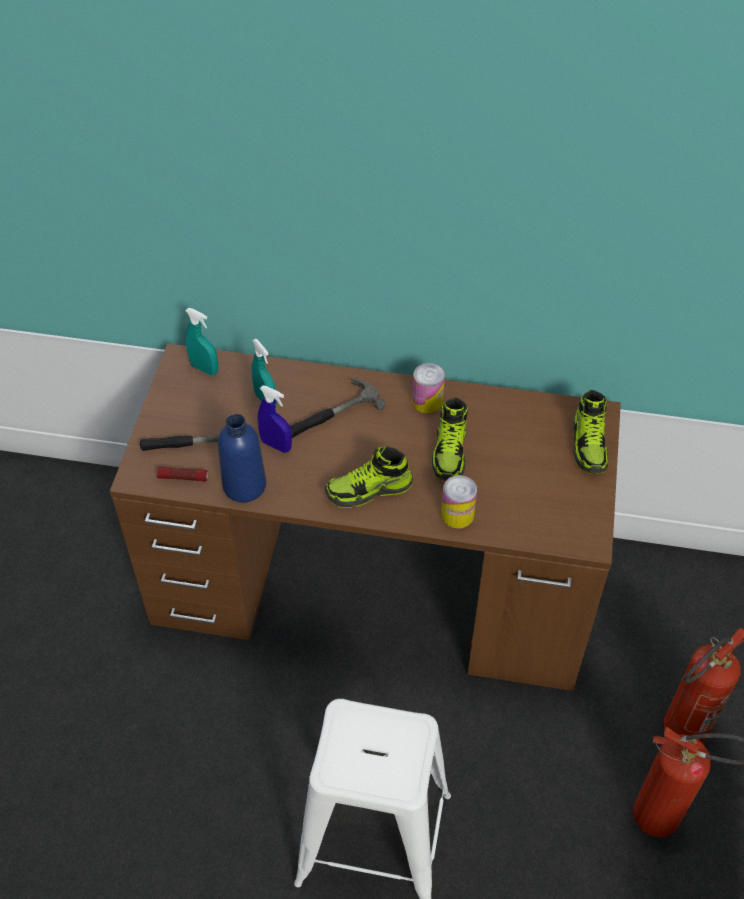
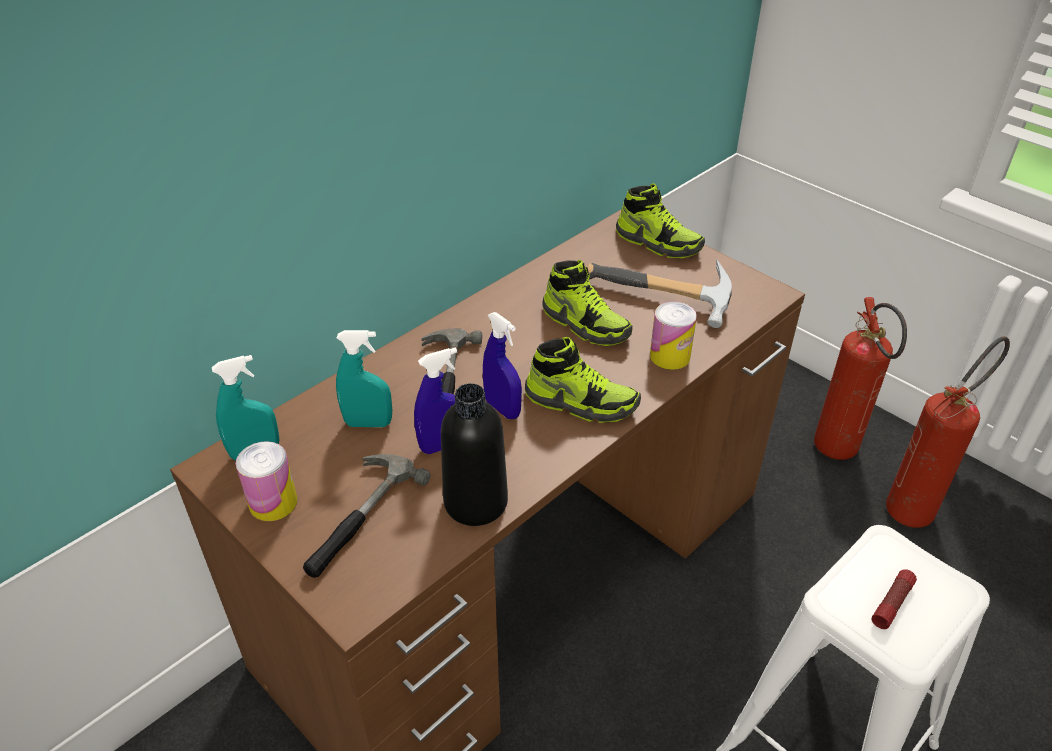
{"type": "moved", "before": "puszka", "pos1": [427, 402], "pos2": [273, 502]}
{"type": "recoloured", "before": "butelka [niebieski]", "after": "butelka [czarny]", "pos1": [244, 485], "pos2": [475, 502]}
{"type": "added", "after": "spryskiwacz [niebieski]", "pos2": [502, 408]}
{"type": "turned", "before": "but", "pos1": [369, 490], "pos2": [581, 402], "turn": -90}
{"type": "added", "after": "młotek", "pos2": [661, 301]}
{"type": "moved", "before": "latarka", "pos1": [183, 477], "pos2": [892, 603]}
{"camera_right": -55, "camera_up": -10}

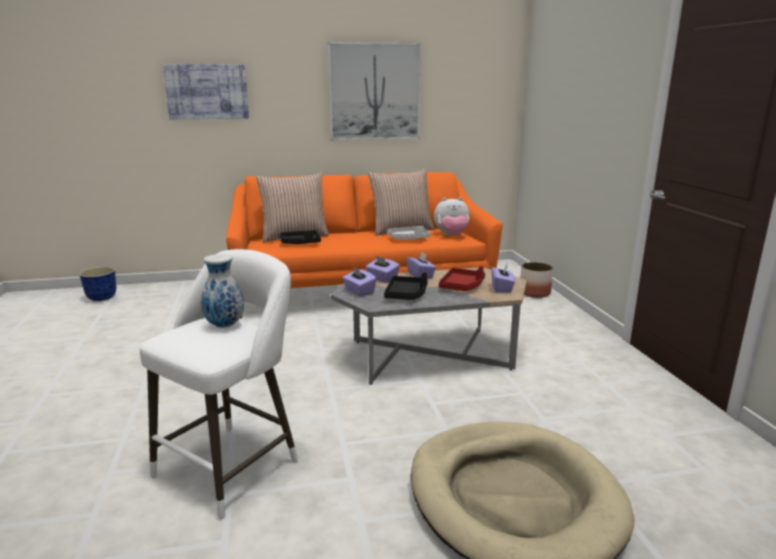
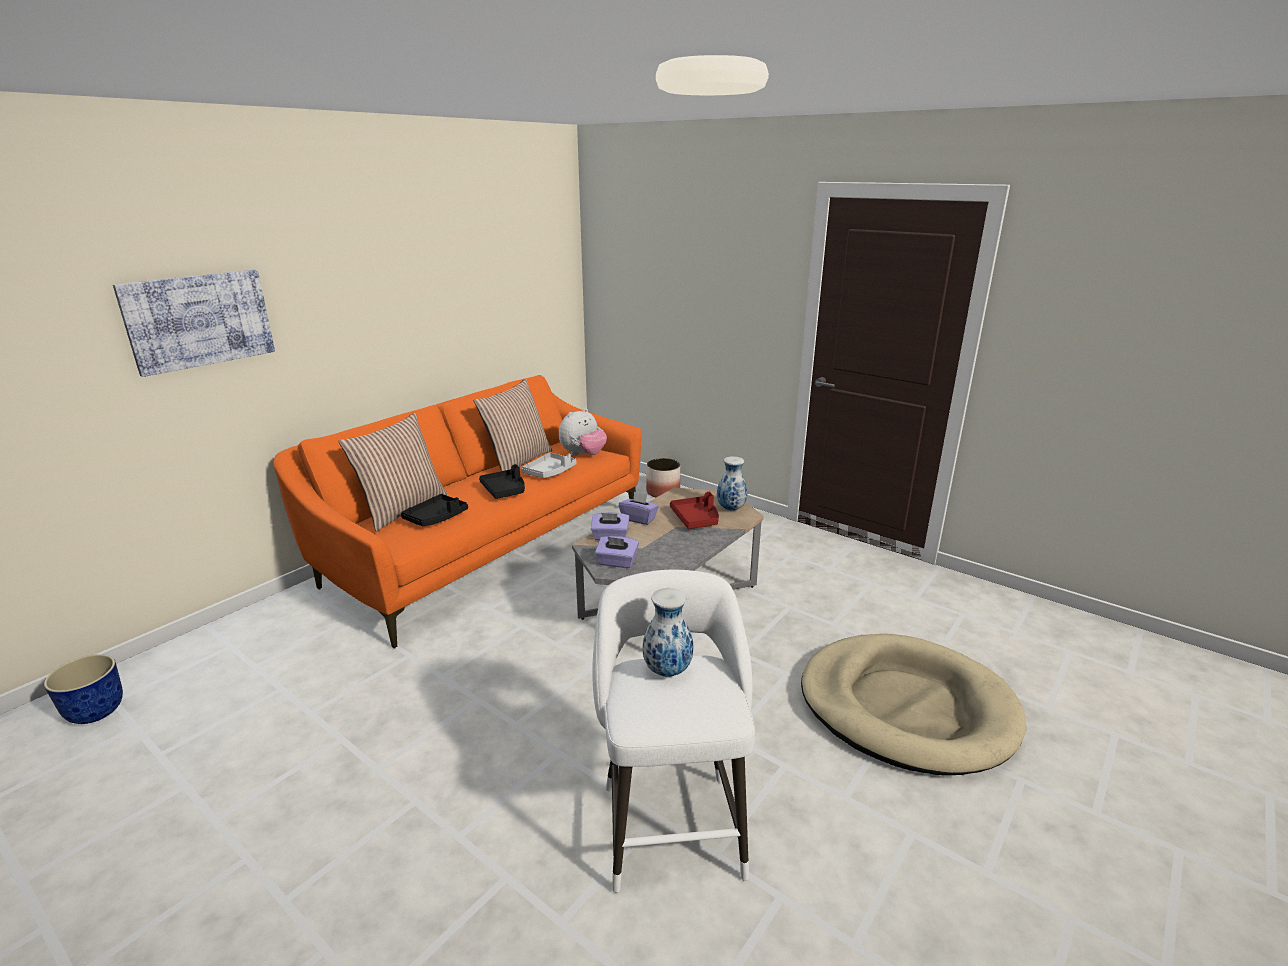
{"type": "moved", "before": "taca [czarny]", "pos1": [406, 295], "pos2": [505, 490]}
{"type": "replaced", "before": "pudełko chusteczek [fioletowy]", "after": "wazon", "pos1": [502, 288], "pos2": [730, 509]}
{"type": "removed", "before": "obraz", "pos1": [374, 92]}
{"camera_right": -40, "camera_up": 5}

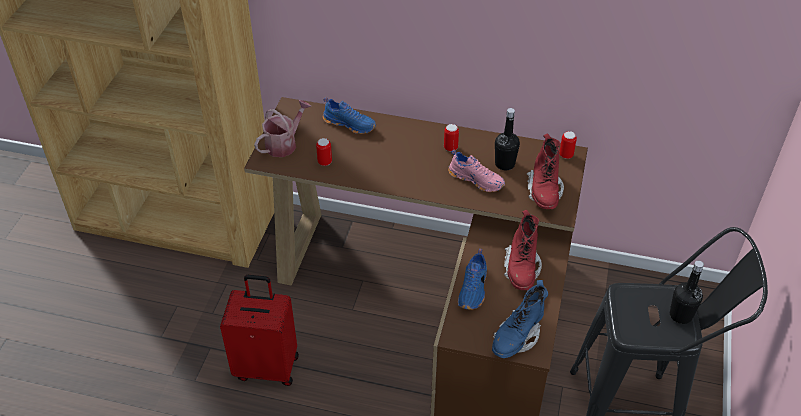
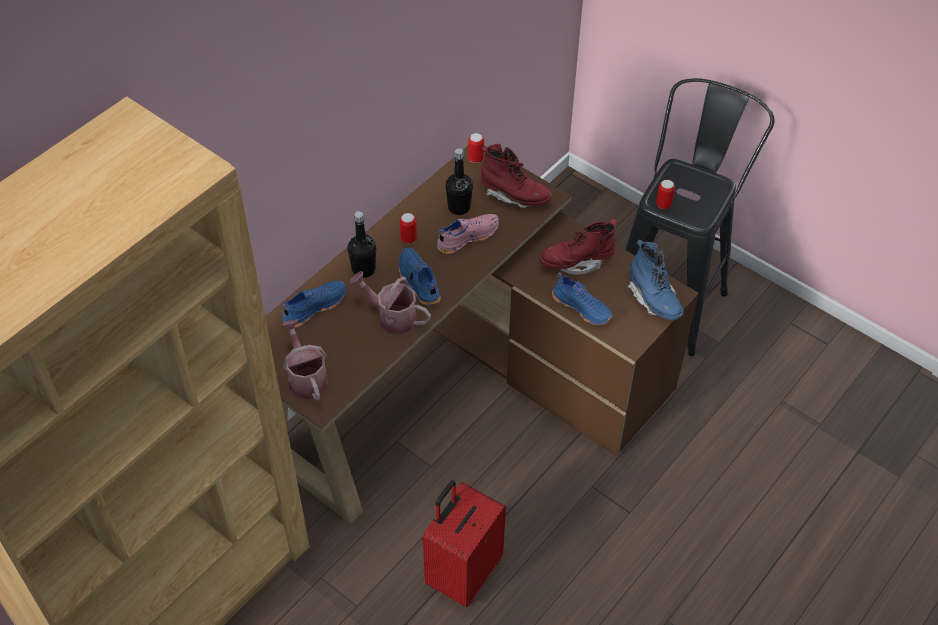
{"type": "moved", "before": "butelka [czarny]", "pos1": [680, 315], "pos2": [363, 269]}
{"type": "added", "after": "konewka", "pos2": [392, 317]}
{"type": "added", "after": "but [niebieski]", "pos2": [418, 282]}
{"type": "turned", "before": "but z cholewką [czerwony]", "pos1": [521, 269], "pos2": [576, 262], "turn": 135}
{"type": "moved", "before": "puszka", "pos1": [325, 162], "pos2": [663, 205]}
{"camera_right": -65, "camera_up": 5}

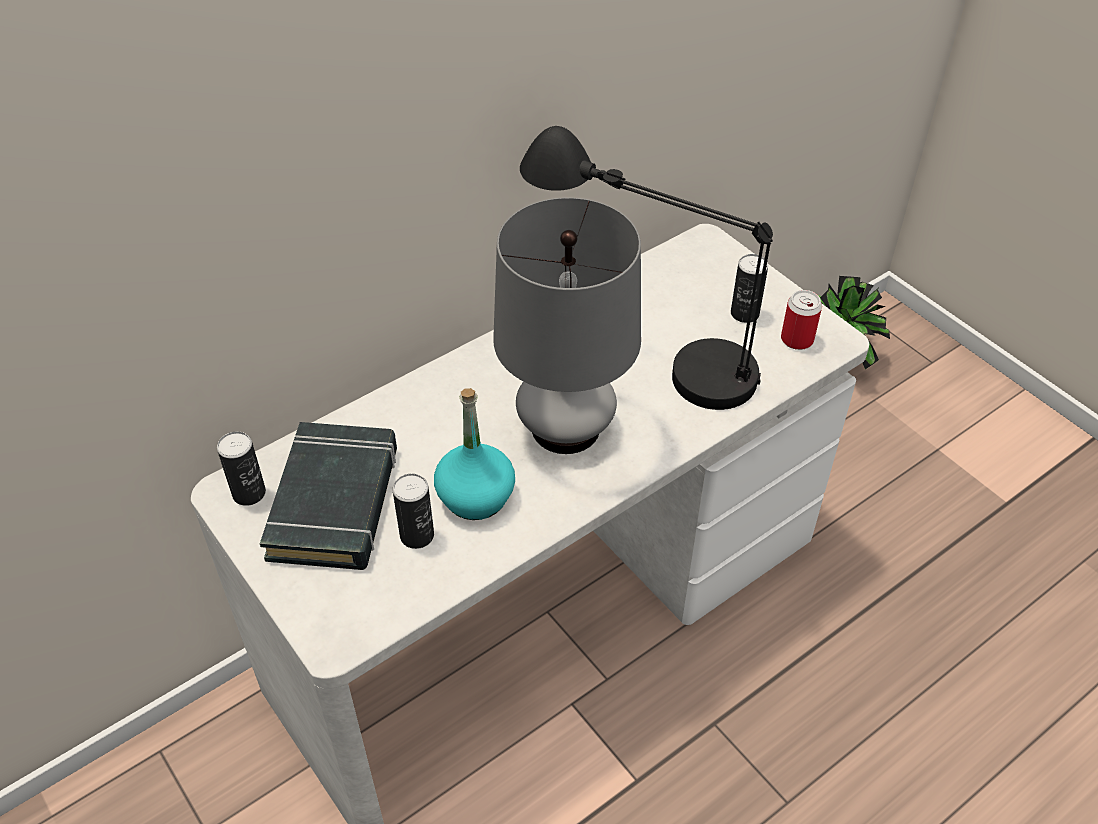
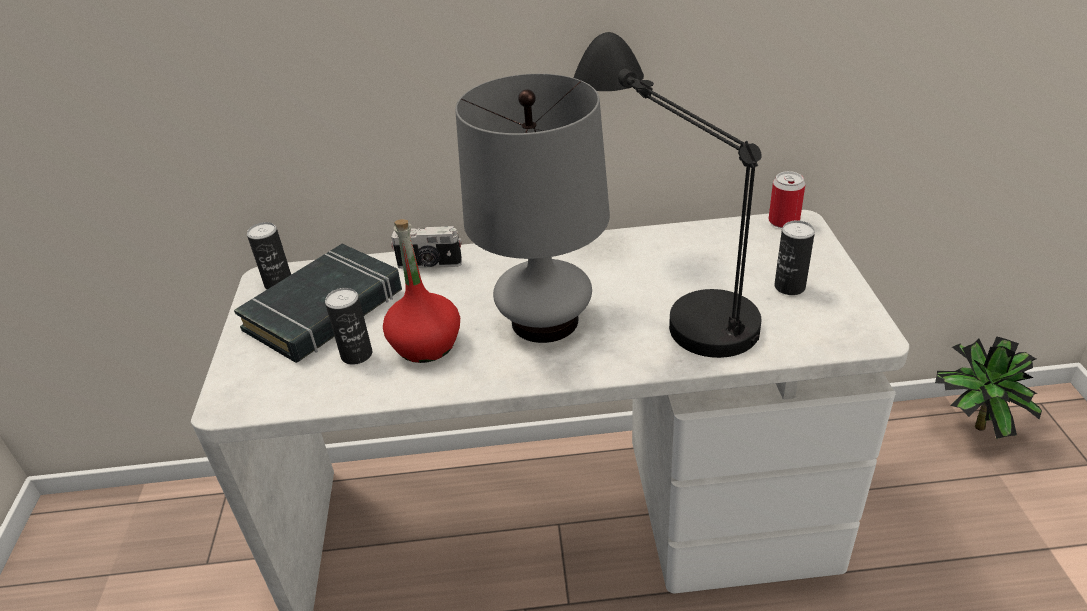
{"type": "recoloured", "before": "butelka [turkusowy]", "after": "butelka [czerwony]", "pos1": [475, 496], "pos2": [425, 344]}
{"type": "added", "after": "aparat fotograficzny", "pos2": [429, 265]}
{"type": "moved", "before": "puszka", "pos1": [797, 339], "pos2": [783, 221]}
{"camera_right": 35, "camera_up": -10}

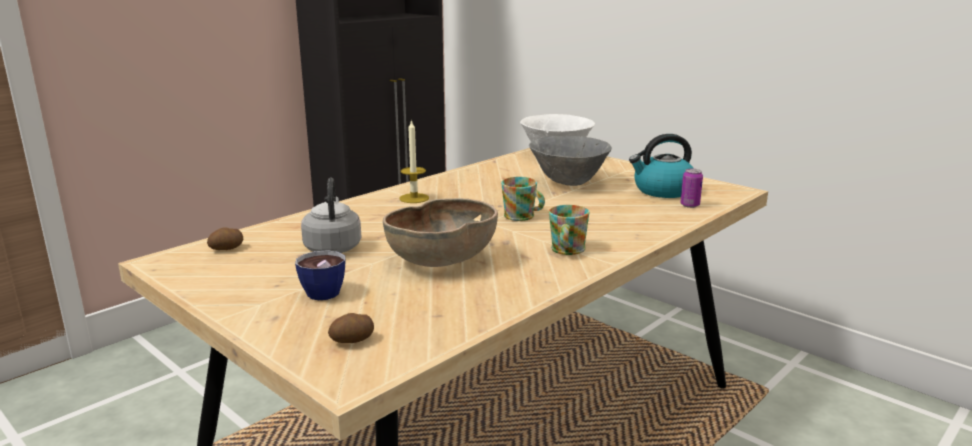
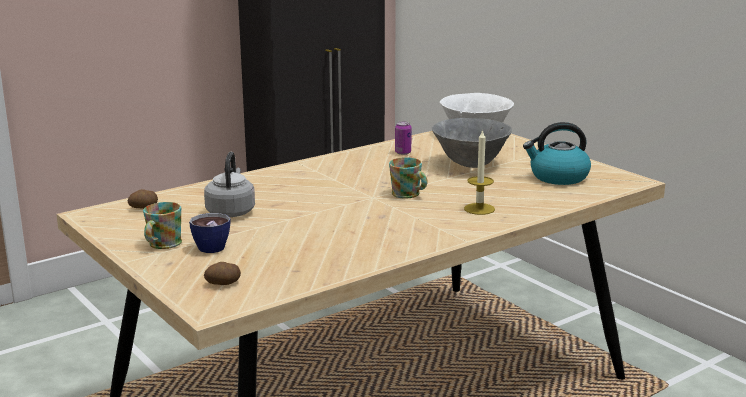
{"type": "moved", "before": "kubek", "pos1": [566, 250], "pos2": [162, 245]}
{"type": "moved", "before": "puszka", "pos1": [689, 205], "pos2": [403, 153]}
{"type": "moved", "before": "świeca", "pos1": [414, 198], "pos2": [479, 209]}
{"type": "removed", "before": "miska [brązowy]", "pos1": [442, 261]}
{"camera_right": 10, "camera_up": 0}

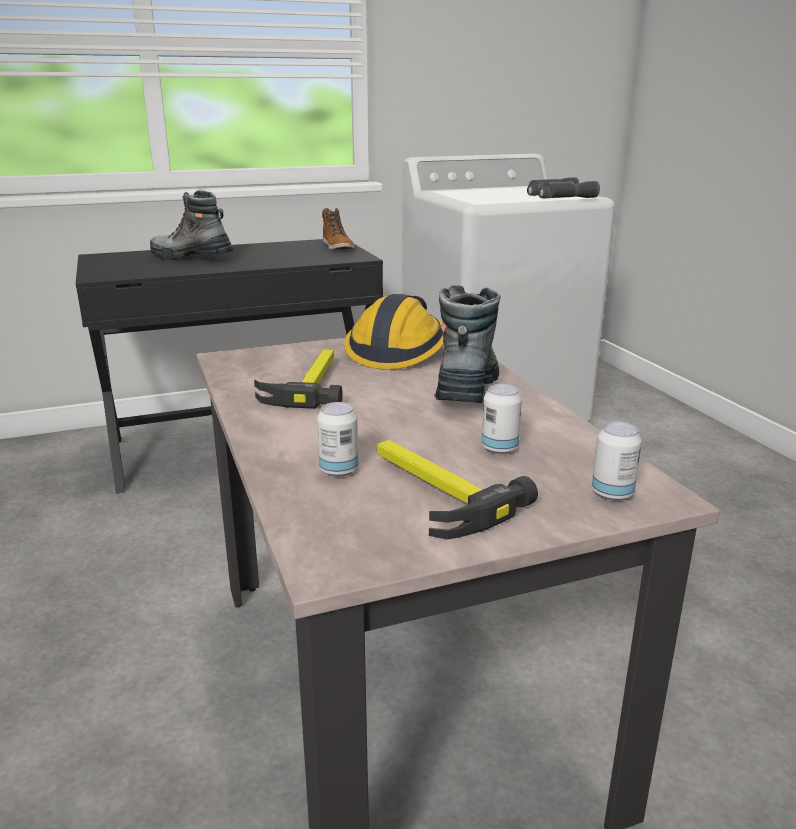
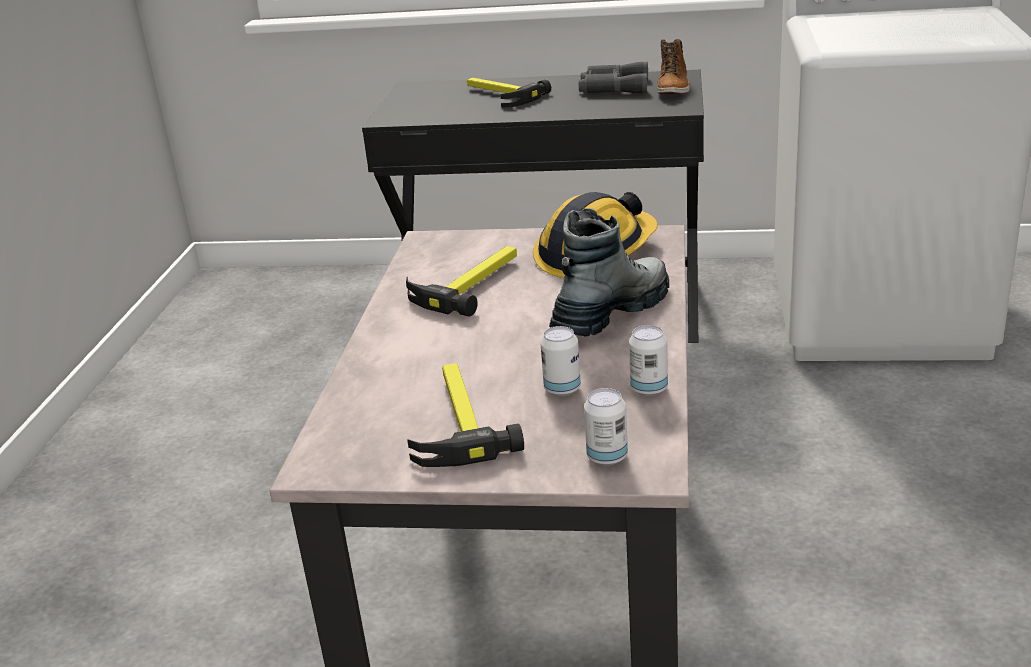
{"type": "replaced", "before": "but z cholewką", "after": "młotek", "pos1": [191, 257], "pos2": [499, 95]}
{"type": "moved", "before": "lornetka [szary]", "pos1": [558, 196], "pos2": [612, 87]}
{"type": "moved", "before": "puszka", "pos1": [339, 470], "pos2": [649, 389]}
{"camera_right": 30, "camera_up": 5}

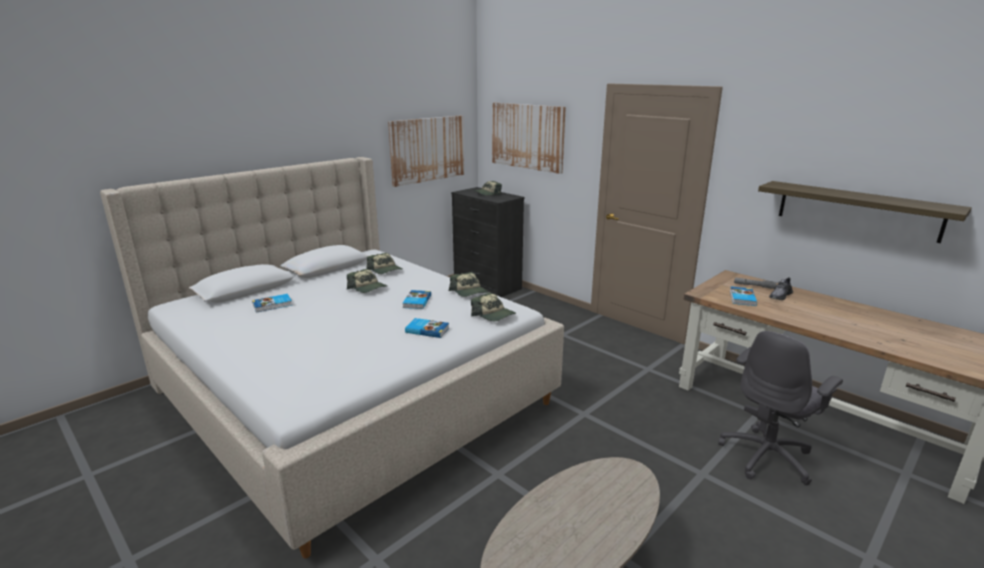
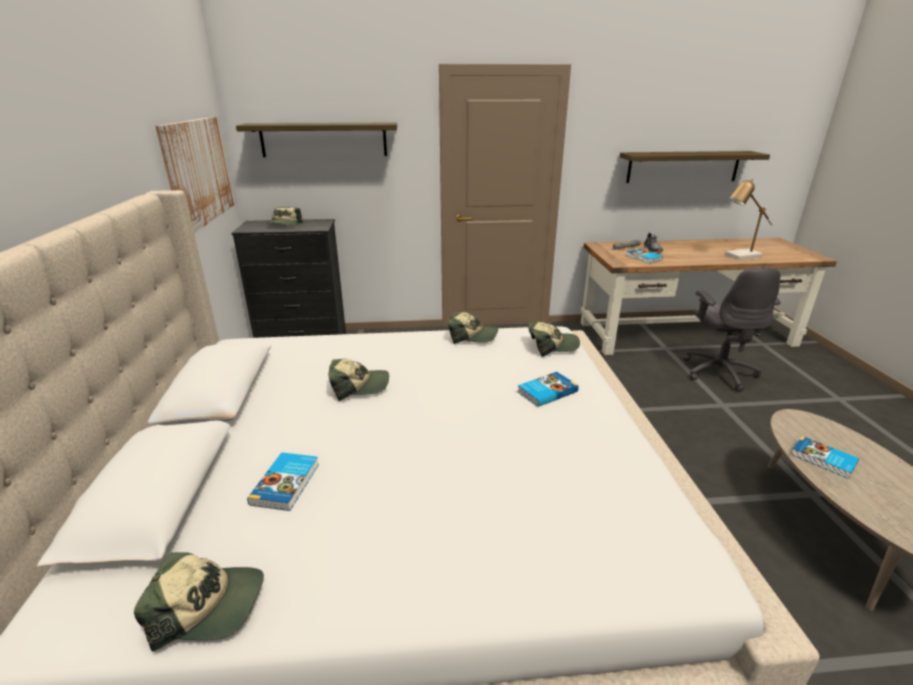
{"type": "moved", "before": "czapka z daszkiem", "pos1": [385, 270], "pos2": [208, 605]}
{"type": "replaced", "before": "obraz", "after": "półka", "pos1": [527, 136], "pos2": [324, 139]}
{"type": "added", "after": "lampa stołowa", "pos2": [739, 256]}
{"type": "moved", "before": "książka", "pos1": [416, 301], "pos2": [823, 459]}
{"camera_right": -50, "camera_up": 5}

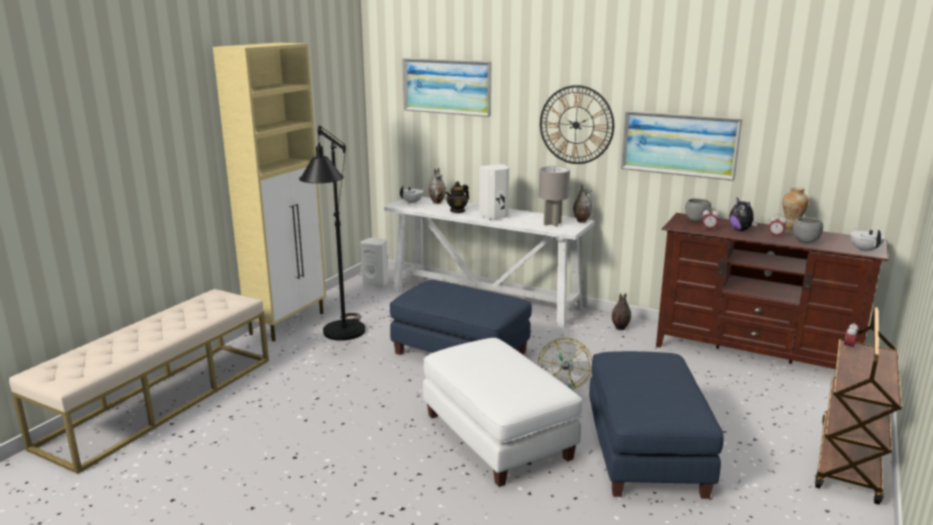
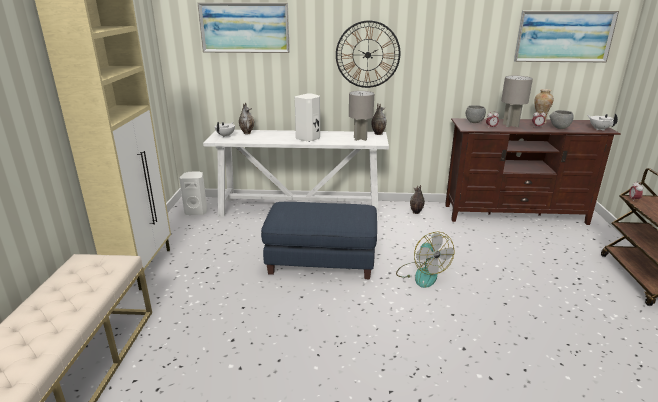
{"type": "replaced", "before": "pluszak", "after": "lampa stołowa [szary]", "pos1": [741, 230], "pos2": [511, 125]}
{"type": "moved", "before": "obraz", "pos1": [679, 144], "pos2": [564, 36]}
{"type": "removed", "before": "lampa stojąca [czarny]", "pos1": [341, 336]}
{"type": "removed", "before": "pufa [biały]", "pos1": [497, 436]}
{"type": "removed", "before": "imbryk", "pos1": [457, 211]}
{"type": "removed", "before": "pufa [niebieski]", "pos1": [645, 452]}
{"camera_right": -25, "camera_up": 5}

